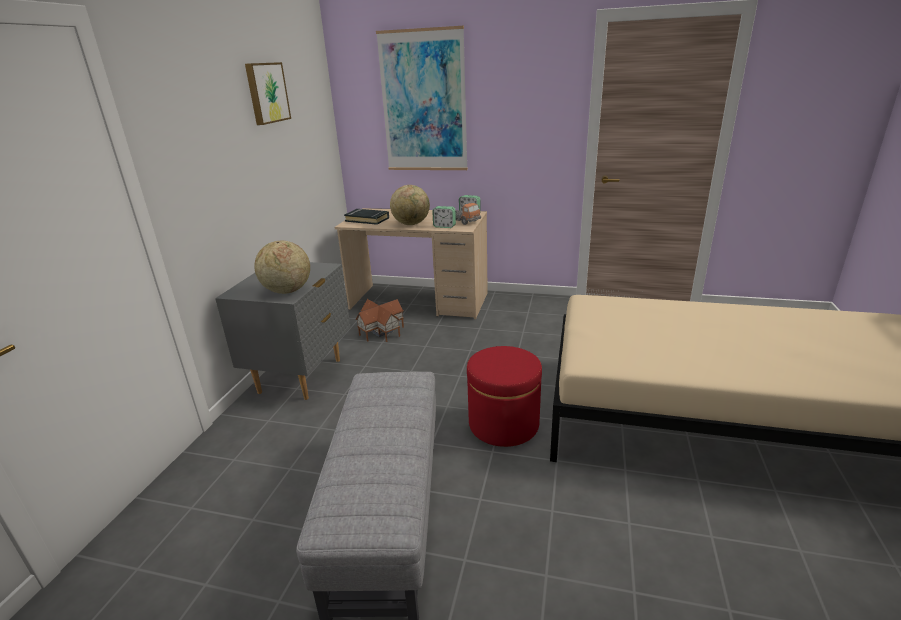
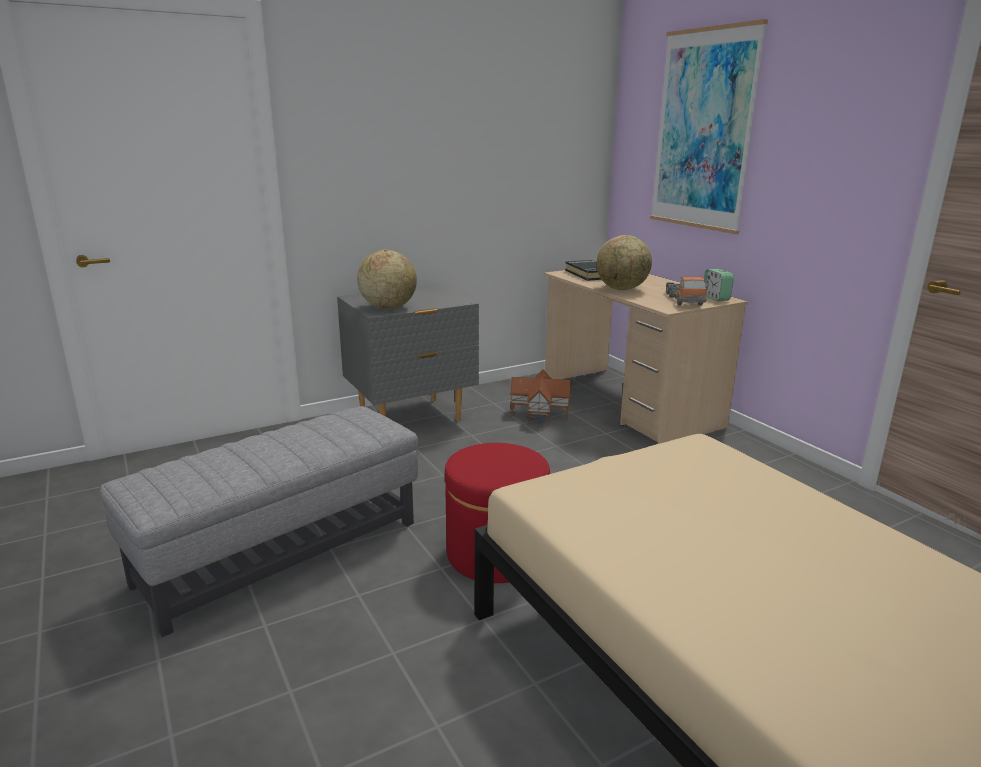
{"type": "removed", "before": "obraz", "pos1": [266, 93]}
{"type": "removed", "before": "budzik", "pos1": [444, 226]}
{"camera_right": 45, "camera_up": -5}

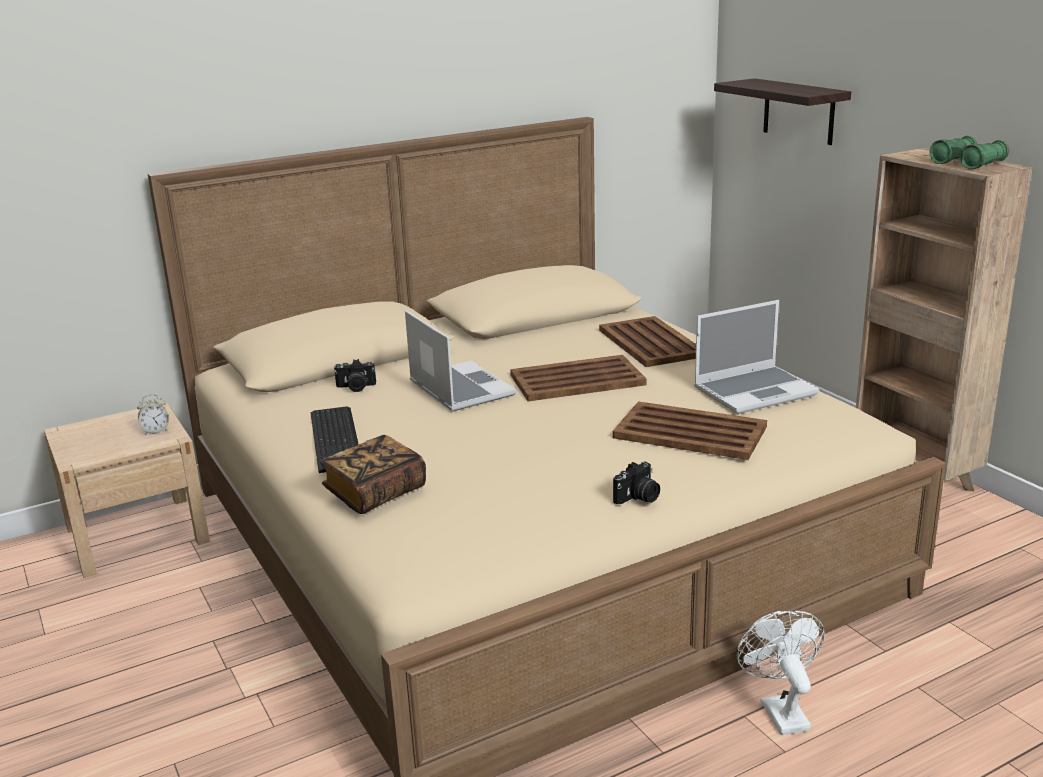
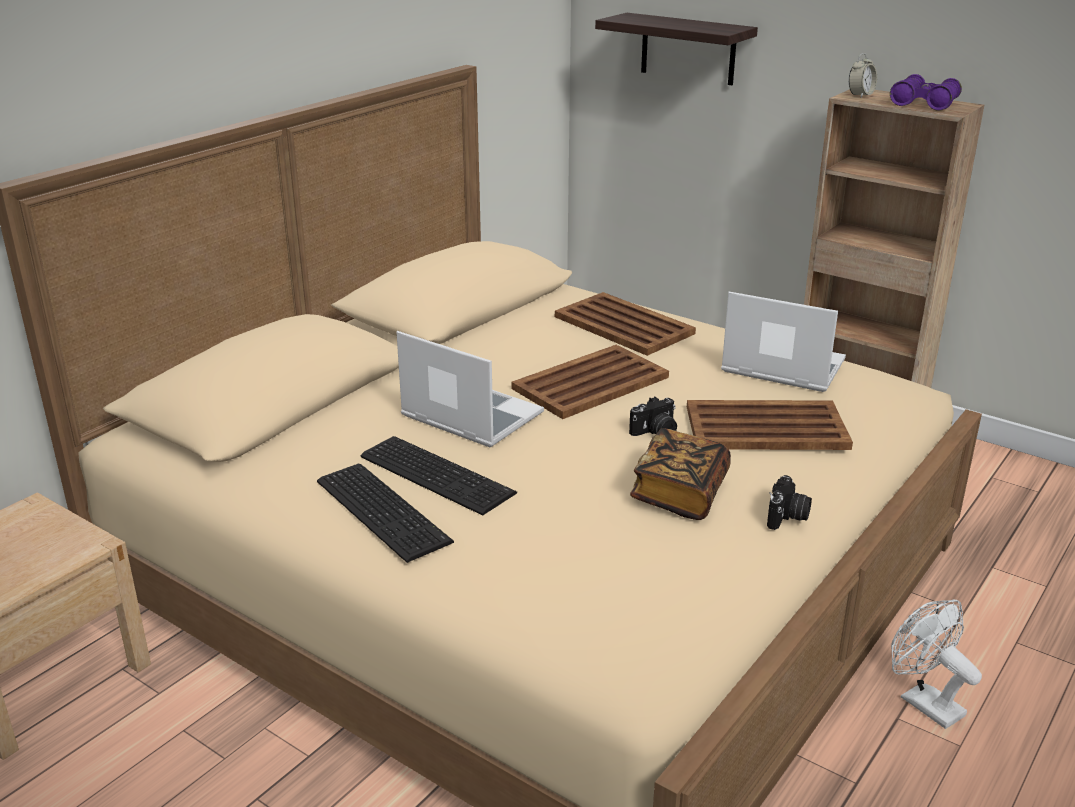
{"type": "added", "after": "klawiatura", "pos2": [437, 472]}
{"type": "moved", "before": "aparat fotograficzny", "pos1": [356, 387], "pos2": [655, 432]}
{"type": "moved", "before": "książka", "pos1": [375, 492], "pos2": [679, 493]}
{"type": "turned", "before": "laptop", "pos1": [755, 391], "pos2": [781, 367], "turn": -105}
{"type": "moved", "before": "budzik", "pos1": [155, 431], "pos2": [860, 95]}
{"type": "recoloured", "before": "lornetka [zielony]", "after": "lornetka [fioletowy]", "pos1": [967, 163], "pos2": [924, 104]}
{"camera_right": -25, "camera_up": 5}

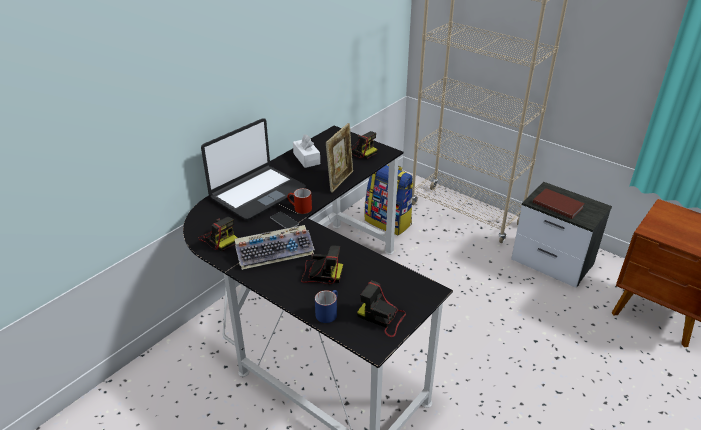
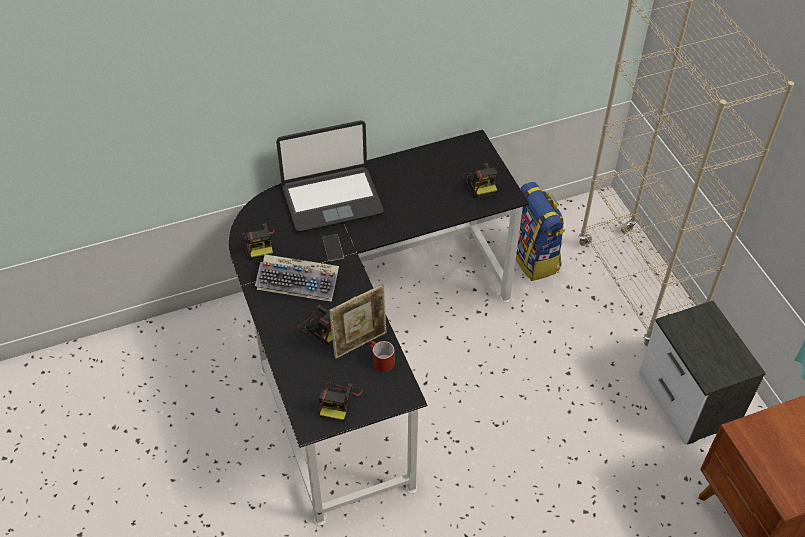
{"type": "turned", "before": "aparat fotograficzny", "pos1": [382, 318], "pos2": [339, 401], "turn": -135}
{"type": "moved", "before": "ramka na zdjęcie", "pos1": [340, 181], "pos2": [360, 343]}
{"type": "moved", "before": "kubek [czerwony]", "pos1": [299, 208], "pos2": [380, 361]}
{"type": "removed", "before": "pudełko chusteczek [biały]", "pos1": [306, 158]}
{"type": "removed", "before": "kubek [niebieski]", "pos1": [328, 312]}
{"type": "removed", "before": "książka [brązowy]", "pos1": [557, 204]}
{"camera_right": 30, "camera_up": 15}

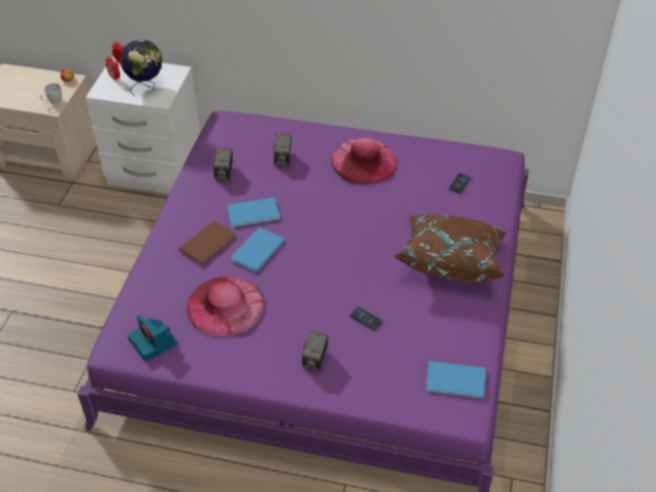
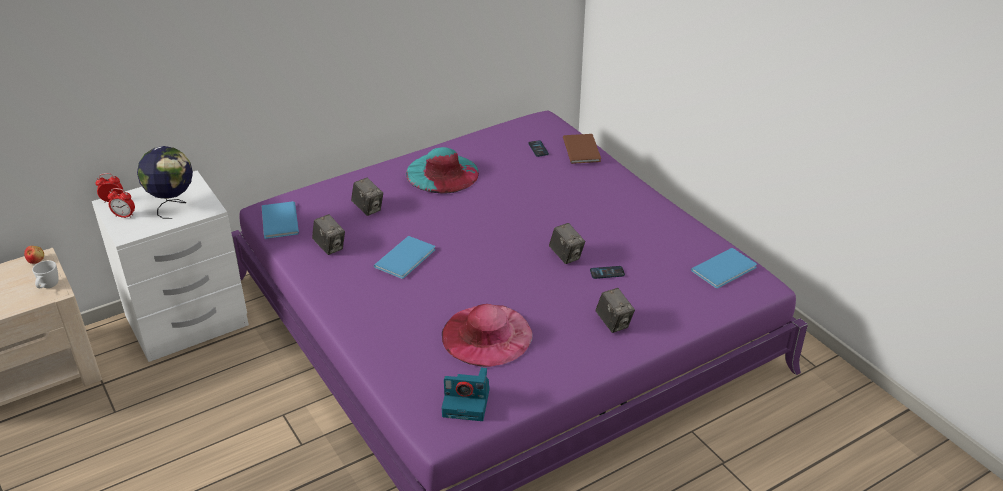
{"type": "moved", "before": "książka [niebieski]", "pos1": [256, 251], "pos2": [278, 222]}
{"type": "recoloured", "before": "kapelusz [różowy]", "after": "kapelusz [turkusowy]", "pos1": [364, 161], "pos2": [442, 173]}
{"type": "added", "after": "aparat fotograficzny", "pos2": [566, 256]}
{"type": "moved", "before": "książka [brązowy]", "pos1": [210, 243], "pos2": [582, 149]}
{"type": "removed", "before": "poduszka [brązowy]", "pos1": [451, 260]}
{"camera_right": -45, "camera_up": -10}

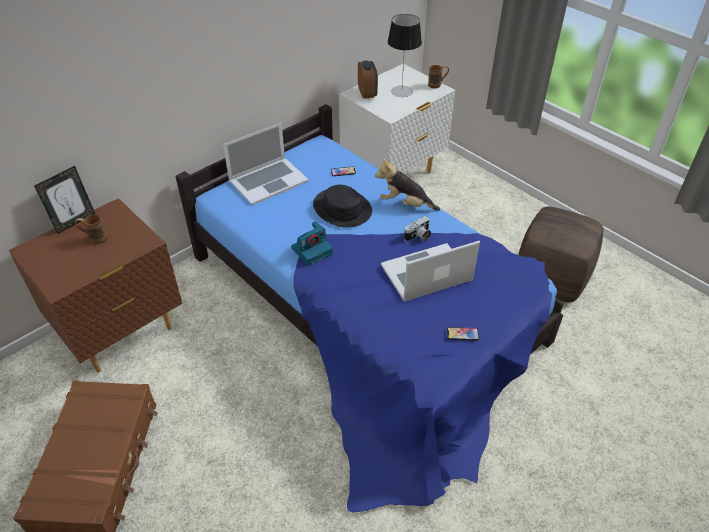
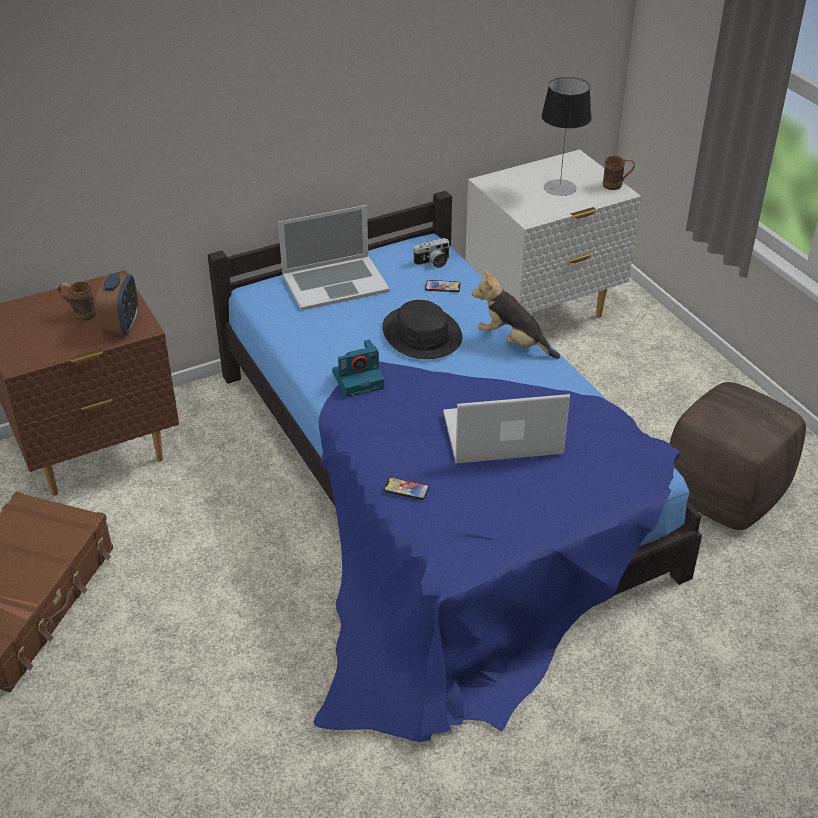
{"type": "moved", "before": "budzik", "pos1": [367, 93], "pos2": [122, 326]}
{"type": "moved", "before": "telefon", "pos1": [462, 334], "pos2": [406, 489]}
{"type": "moved", "before": "aparat fotograficzny", "pos1": [418, 236], "pos2": [433, 262]}
{"type": "removed", "before": "ramka na zdjęcie", "pos1": [74, 222]}
{"camera_right": 15, "camera_up": -5}

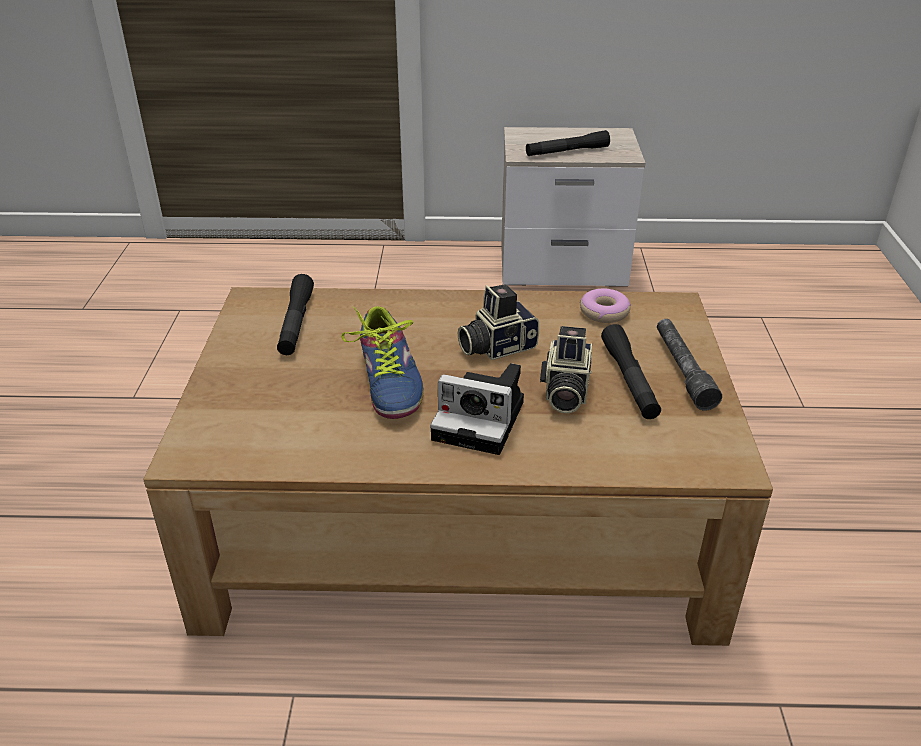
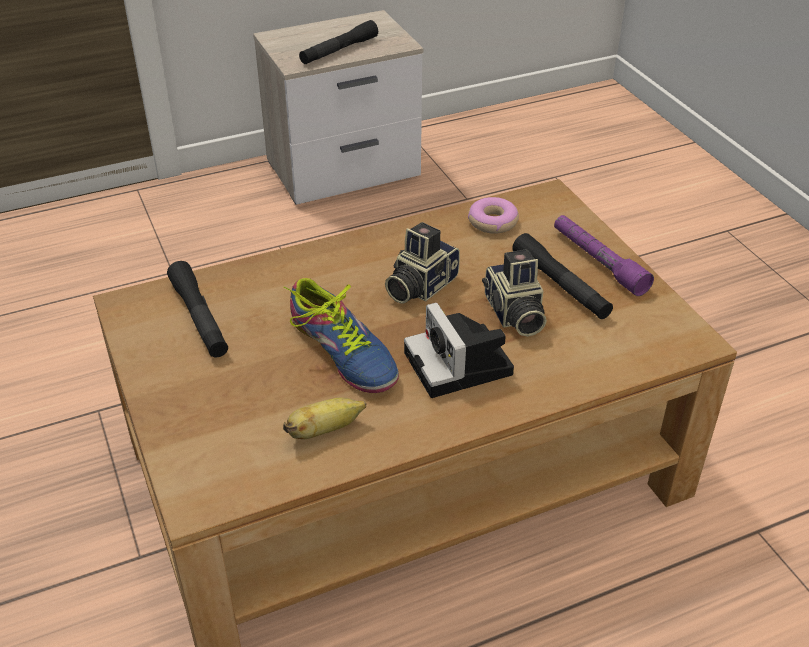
{"type": "added", "after": "banan", "pos2": [325, 430]}
{"type": "turned", "before": "aparat fotograficzny", "pos1": [483, 420], "pos2": [461, 366], "turn": 75}
{"type": "recoloured", "before": "latarka [szary]", "after": "latarka [fioletowy]", "pos1": [682, 370], "pos2": [598, 262]}
{"camera_right": -25, "camera_up": 5}

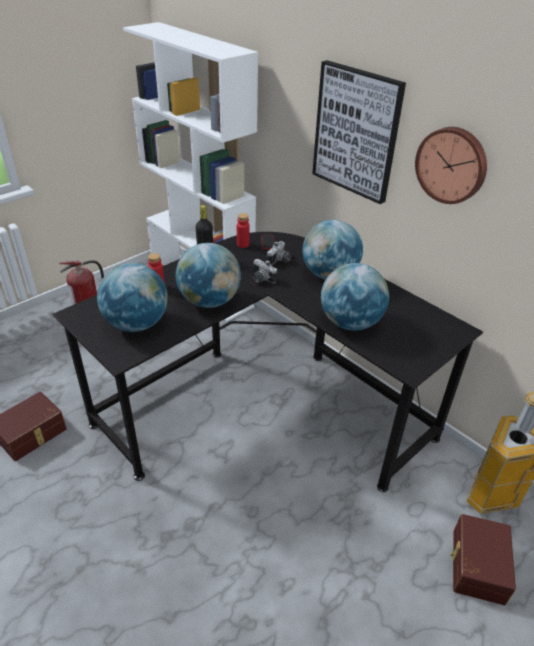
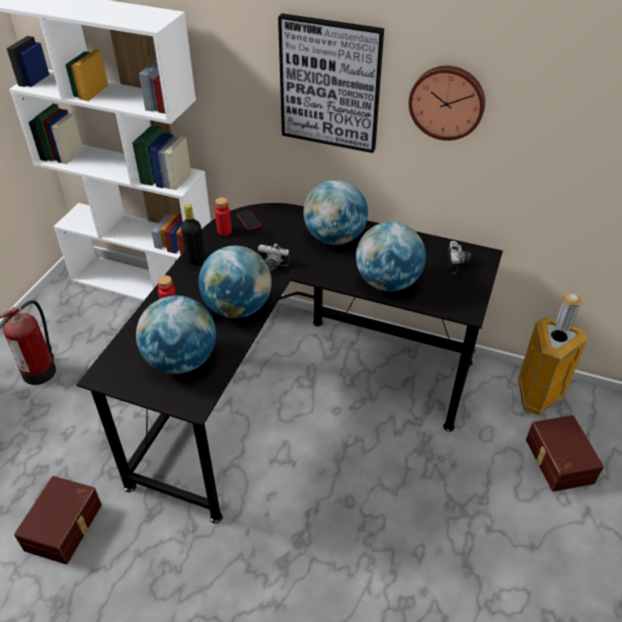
{"type": "moved", "before": "aparat fotograficzny", "pos1": [280, 261], "pos2": [458, 263]}
{"camera_right": -25, "camera_up": 5}

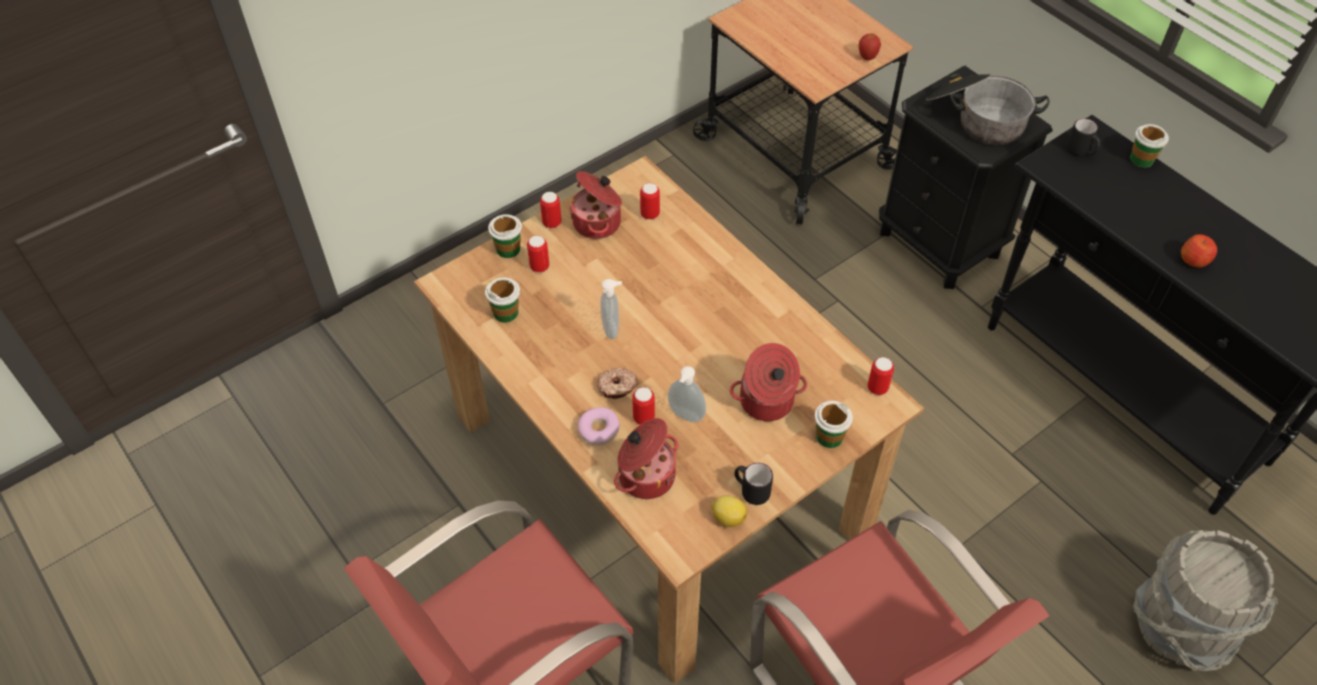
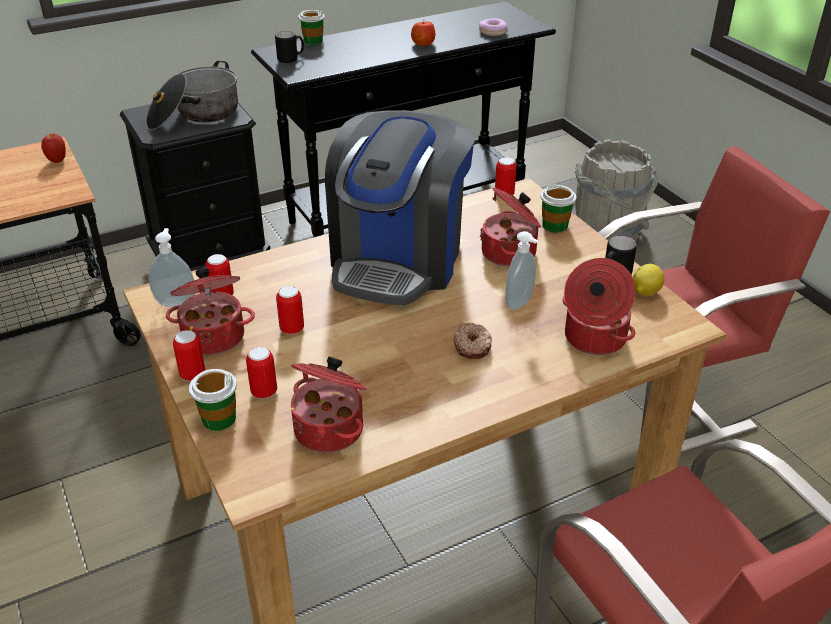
{"type": "moved", "before": "dozownik mydła", "pos1": [612, 329], "pos2": [176, 302]}
{"type": "moved", "before": "puszka", "pos1": [643, 418], "pos2": [292, 329]}
{"type": "replaced", "before": "filiżanka", "after": "garnek", "pos1": [506, 312], "pos2": [330, 429]}
{"type": "added", "after": "ekspres do kawy", "pos2": [398, 260]}
{"type": "moved", "before": "donut", "pos1": [599, 430], "pos2": [492, 32]}
{"camera_right": -80, "camera_up": -15}

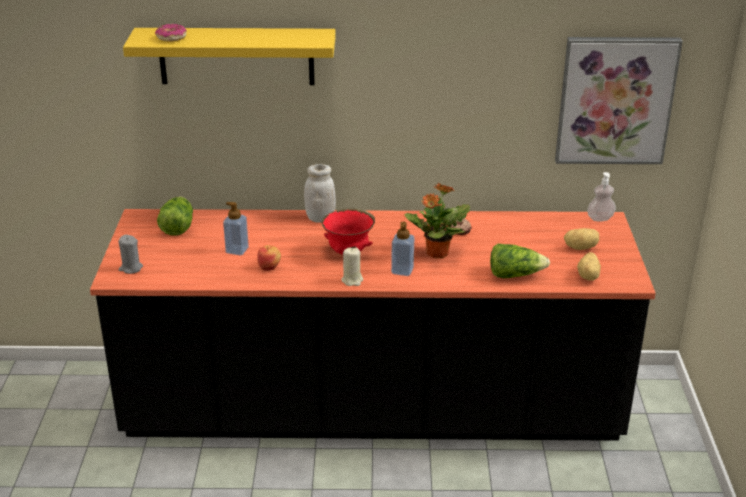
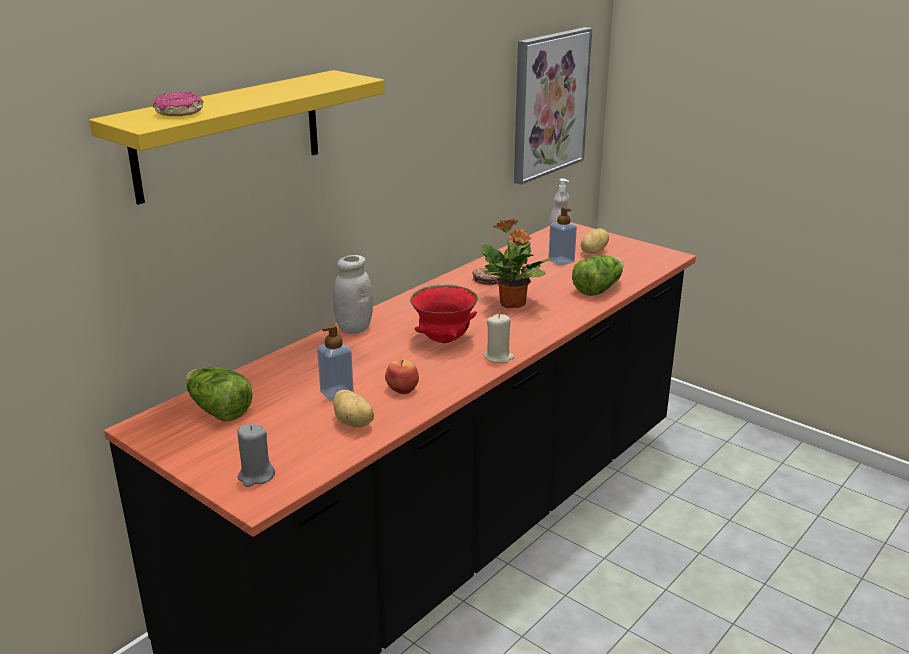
{"type": "moved", "before": "ziemniak", "pos1": [588, 276], "pos2": [354, 422]}
{"type": "moved", "before": "dozownik mydła", "pos1": [402, 270], "pos2": [561, 261]}
{"camera_right": -50, "camera_up": -5}

